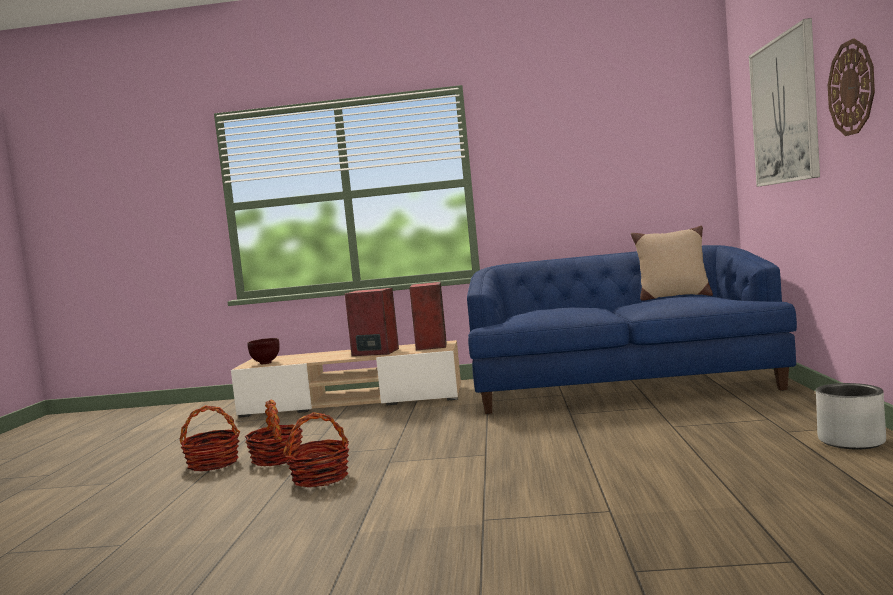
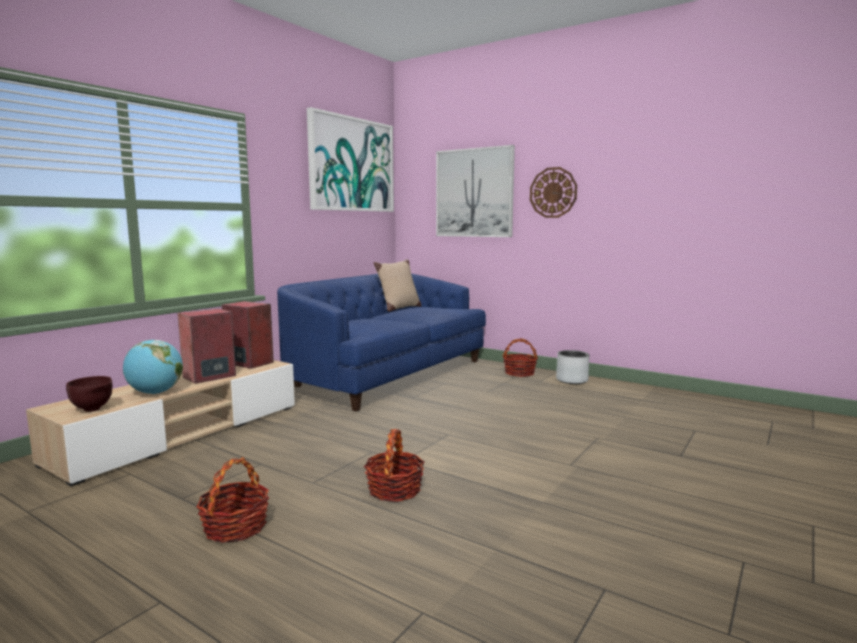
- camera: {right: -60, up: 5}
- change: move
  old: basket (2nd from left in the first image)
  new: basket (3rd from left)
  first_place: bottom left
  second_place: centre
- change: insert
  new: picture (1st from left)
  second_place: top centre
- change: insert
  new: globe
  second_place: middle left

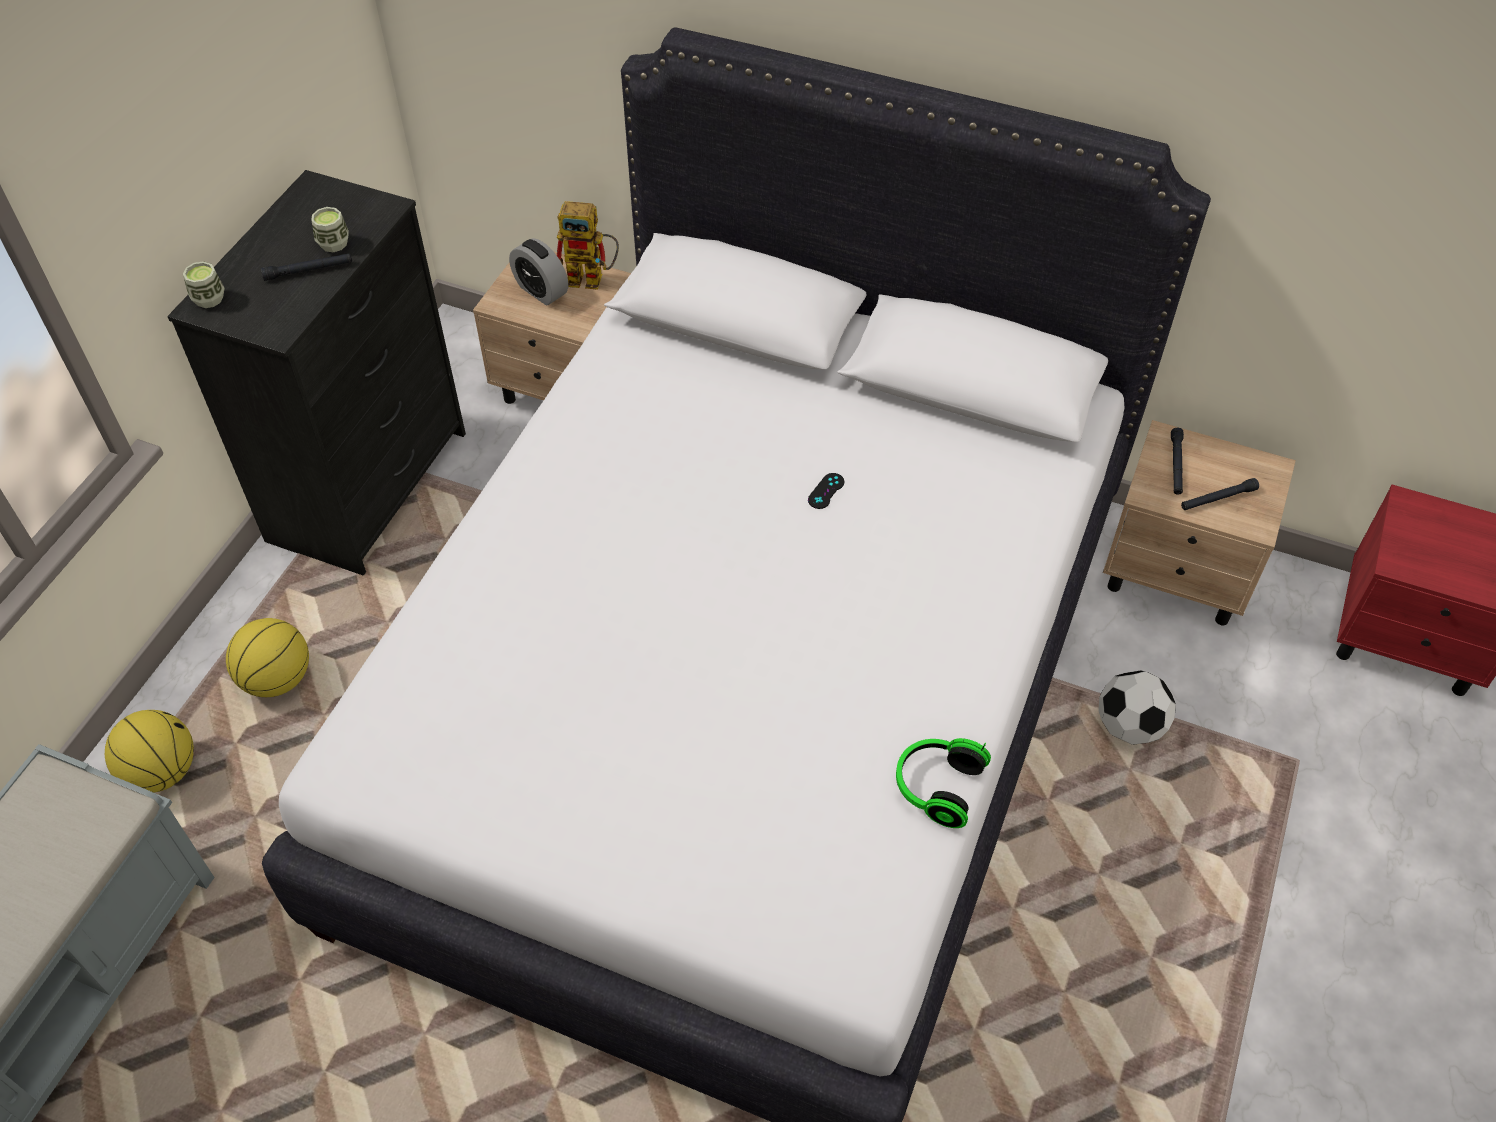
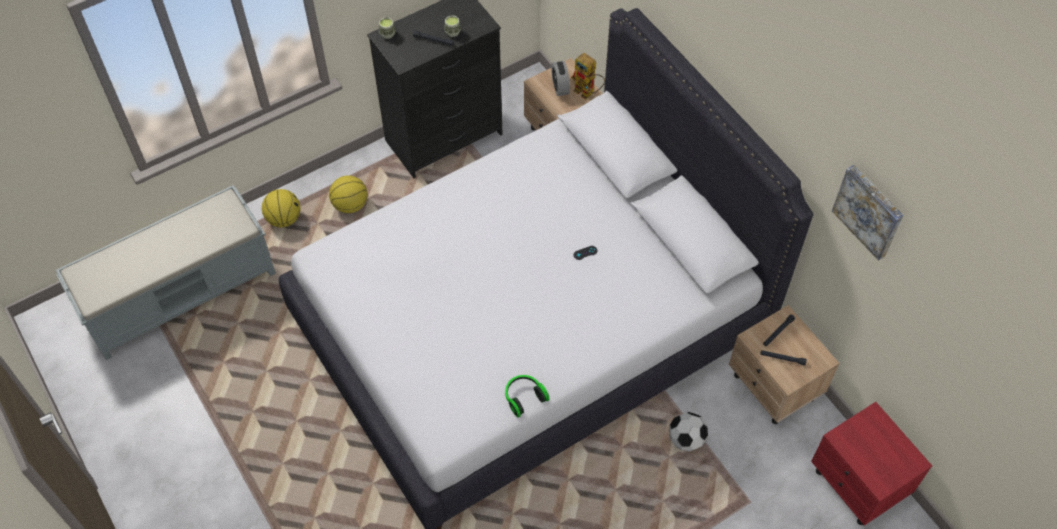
- camera: {right: 35, up: 5}
- change: insert
  new: picture
  second_place: middle right

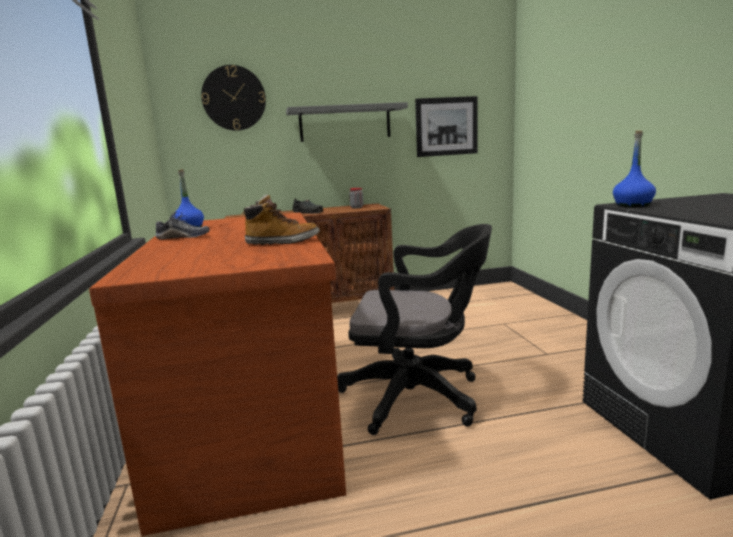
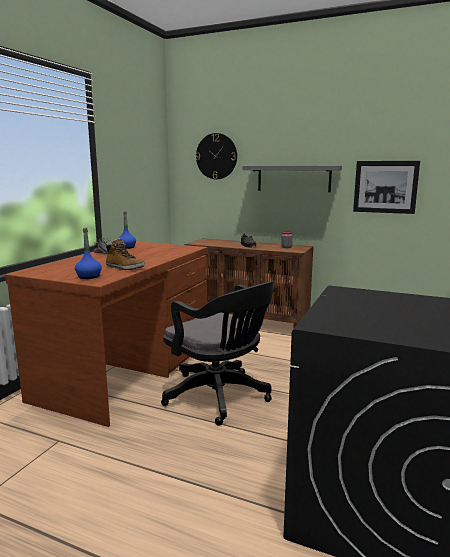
- camera: {right: 35, up: 0}
- change: move
  old: blue bottle (2nd from left in the first image)
  new: blue bottle (1st from left)
  first_place: top right
  second_place: middle left

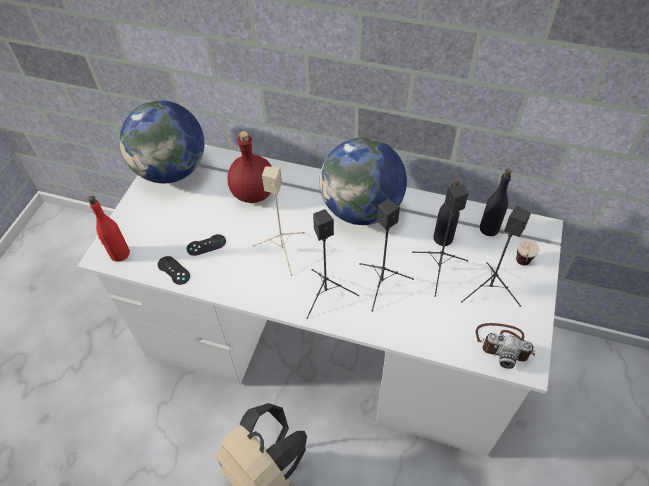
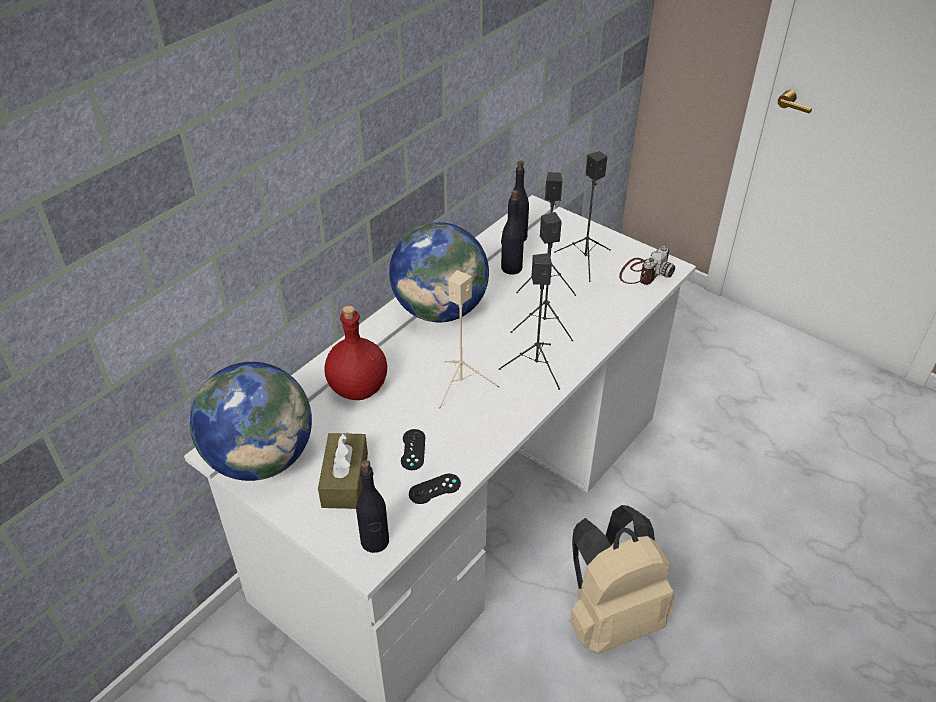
- camera: {right: -70, up: -10}
- change: recolor
  old: red bottle (1st from left)
  new: black bottle (1st from left)
  first_place: middle left
  second_place: bottom centre
- change: delete
  old: cup
  first_place: middle right
- change: insert
  new: brown tissue box
  second_place: bottom centre

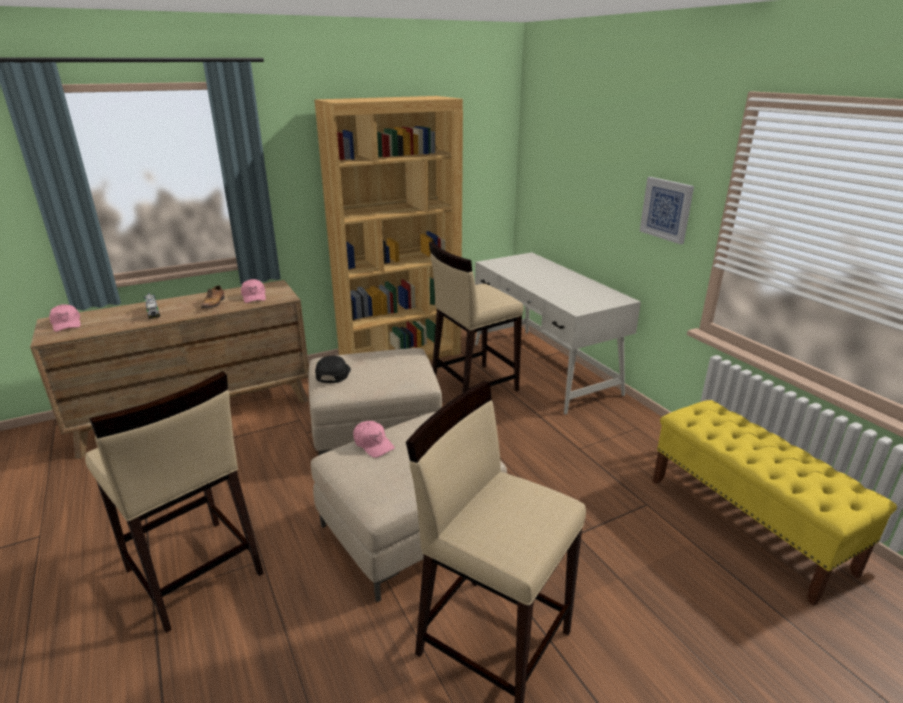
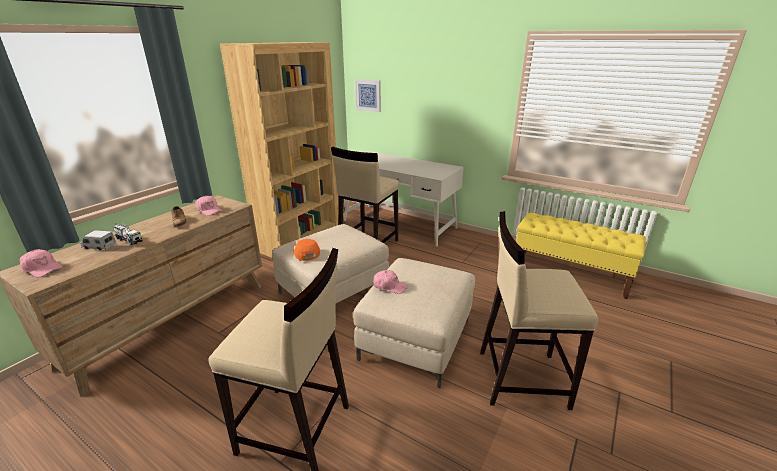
- camera: {right: -30, up: 0}
- change: move
  old: picture
  first_place: top right
  second_place: top centre
- change: recolor
  old: black cap
  new: orange cap
  first_place: centre
  second_place: centre
- change: insert
  new: toy truck (1st from left)
  second_place: middle left

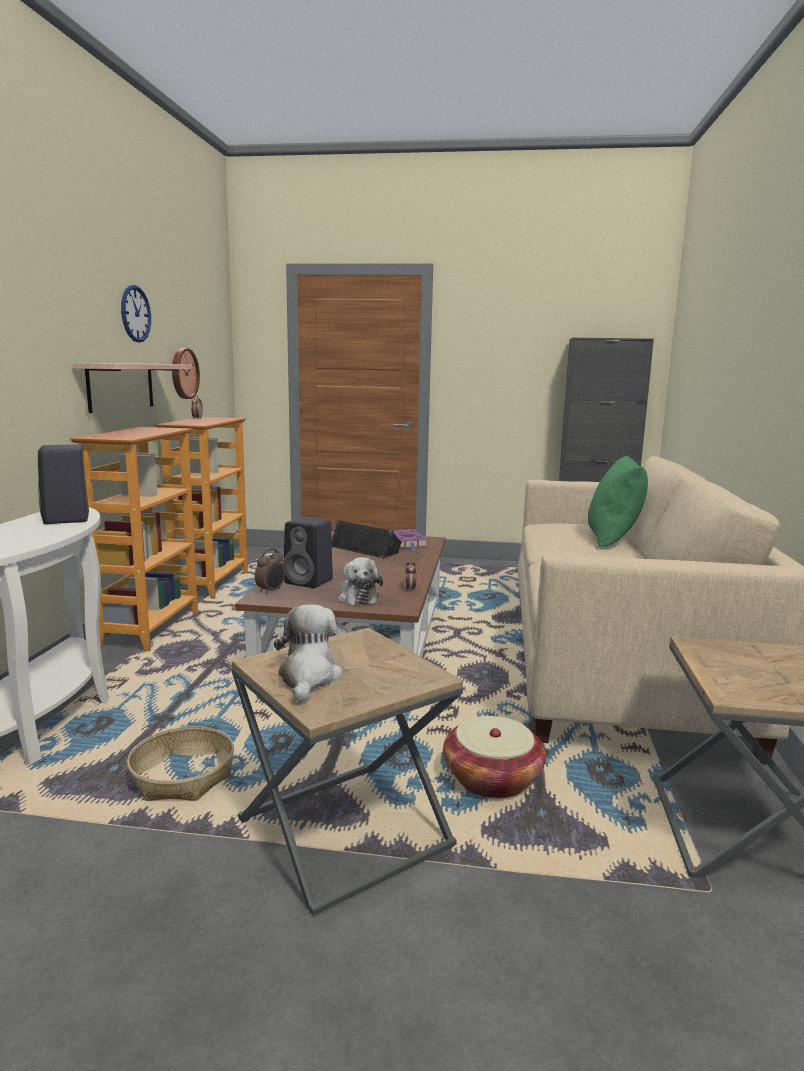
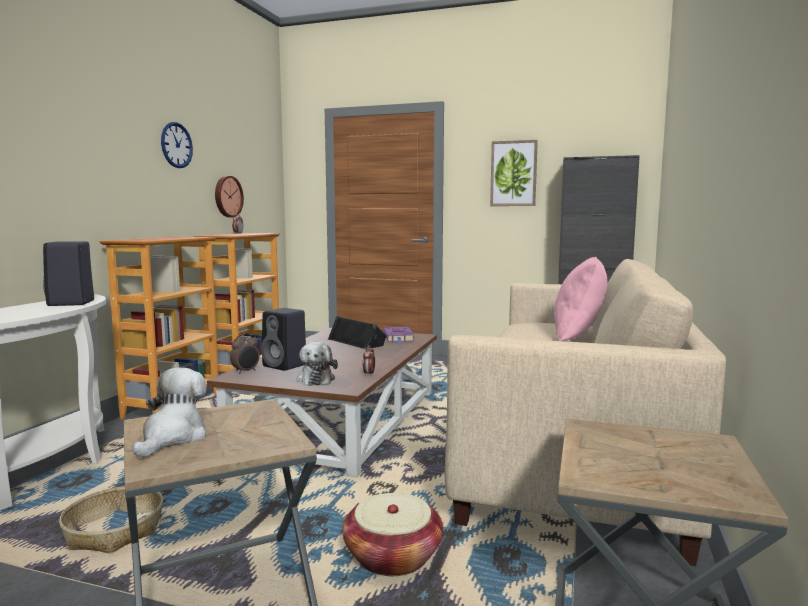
- camera: {right: 10, up: -5}
- change: delete
  old: shelf
  first_place: middle left
- change: recolor
  old: green pillow
  new: pink pillow
  first_place: middle right
  second_place: middle right
- change: insert
  new: picture
  second_place: top centre

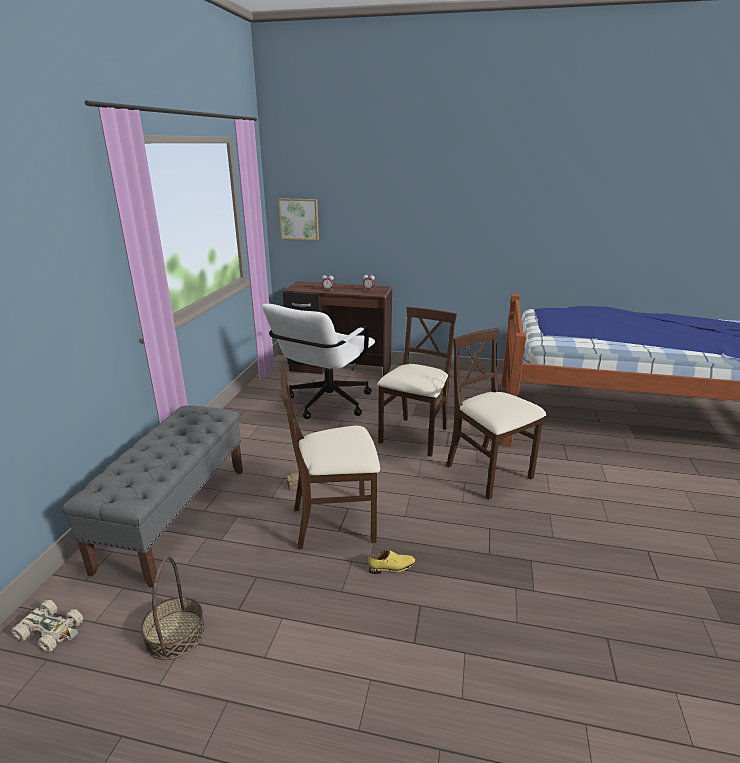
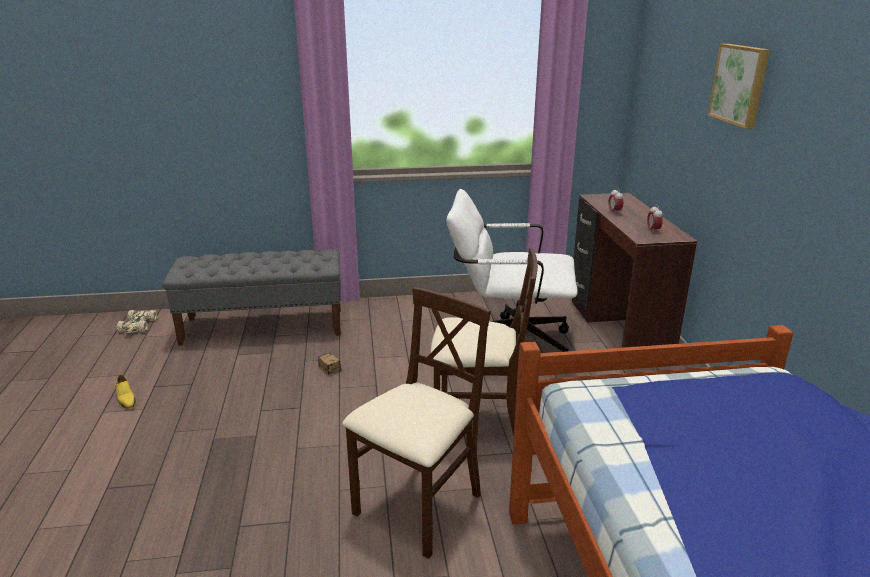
- camera: {right: 70, up: 0}
- change: move
  old: picture
  first_place: top centre
  second_place: top right
- change: delete
  old: beige chair (1st from left)
  first_place: centre
- change: move
  old: yellow shoe
  first_place: bottom centre
  second_place: bottom left
- change: delete
  old: basket
  first_place: bottom left

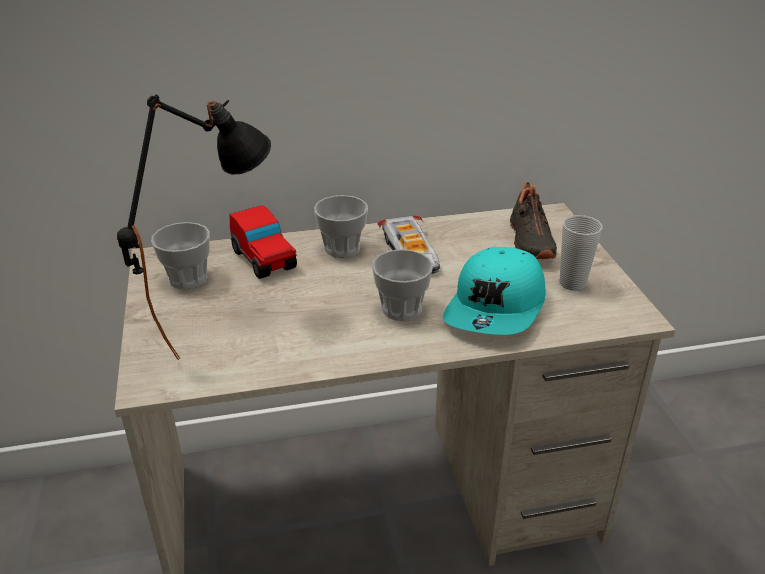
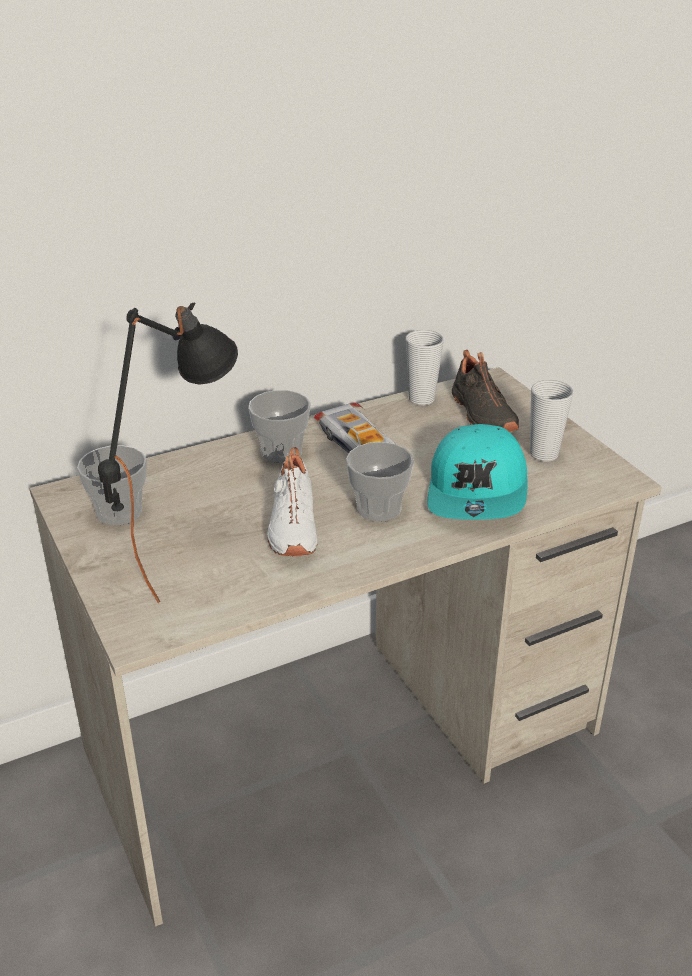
- camera: {right: -15, up: 0}
- change: delete
  old: toy car (1st from left)
  first_place: centre
- change: insert
  new: cup (4th from left)
  second_place: centre
- change: insert
  new: white shoe
  second_place: centre

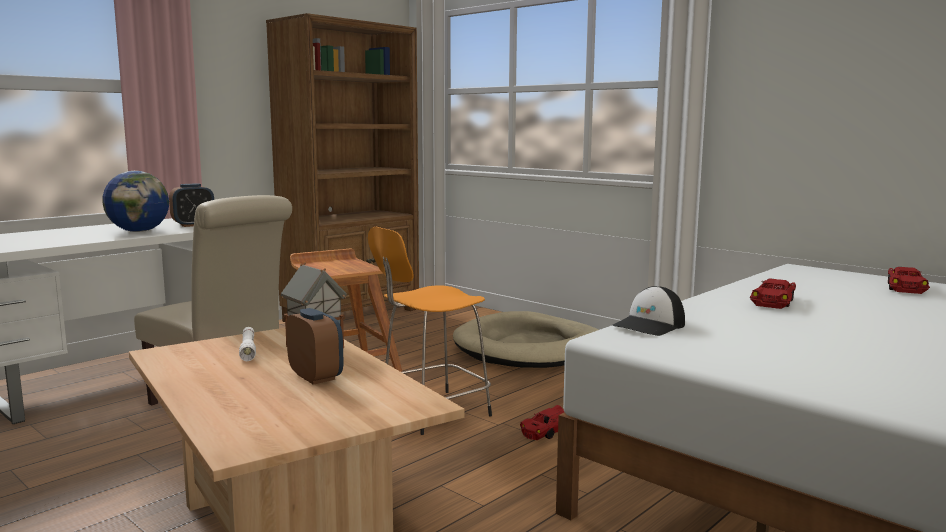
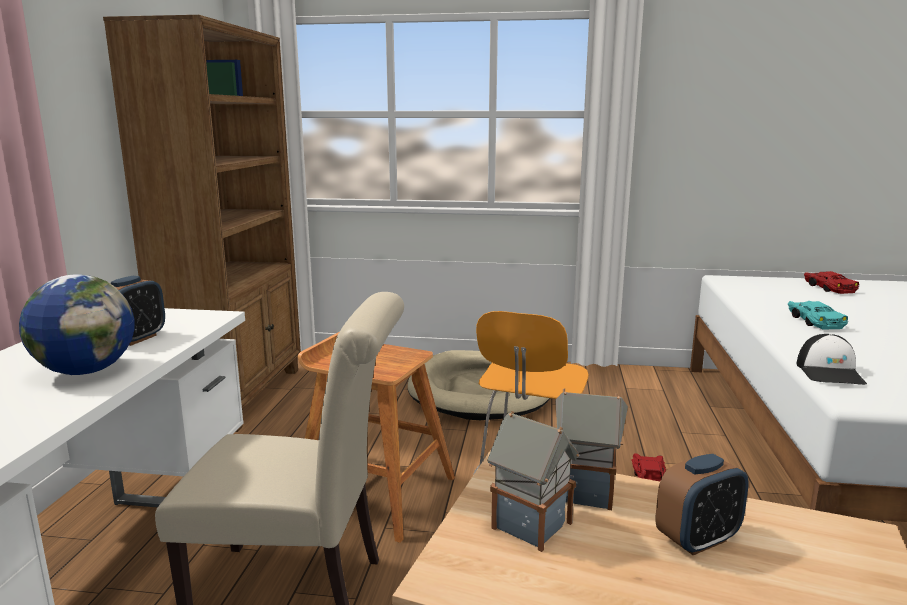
- camera: {right: -35, up: 5}
- change: recolor
  old: red toy car (2nd from left)
  new: turquoise toy car
  first_place: middle right
  second_place: middle right
- change: rotate
  old: alarm clock (2nd from left)
  first_place: middle left
  second_place: bottom right
  degrees: 135
- change: replace
  old: white flashlight
  new: toy house (1st from left)
  first_place: middle left
  second_place: bottom centre

